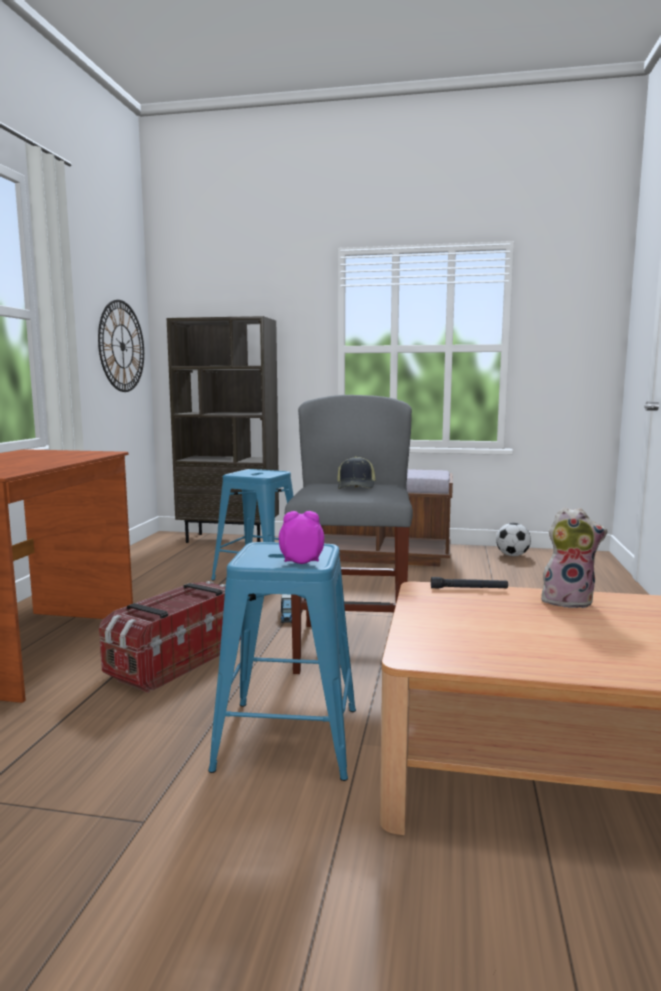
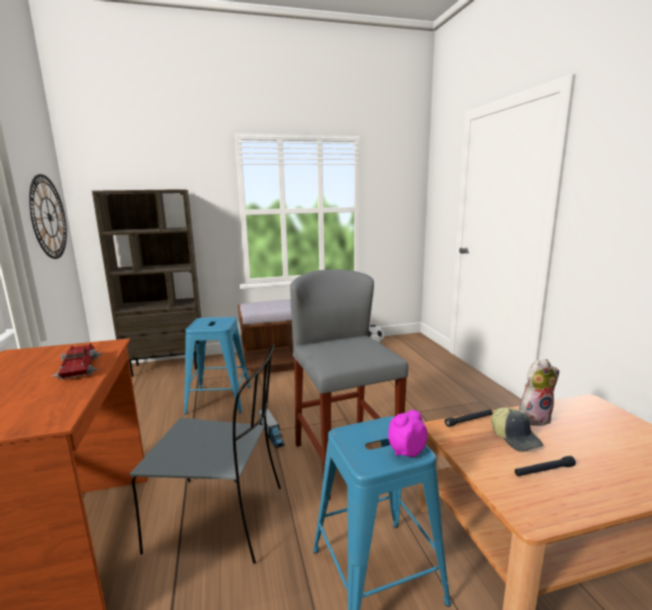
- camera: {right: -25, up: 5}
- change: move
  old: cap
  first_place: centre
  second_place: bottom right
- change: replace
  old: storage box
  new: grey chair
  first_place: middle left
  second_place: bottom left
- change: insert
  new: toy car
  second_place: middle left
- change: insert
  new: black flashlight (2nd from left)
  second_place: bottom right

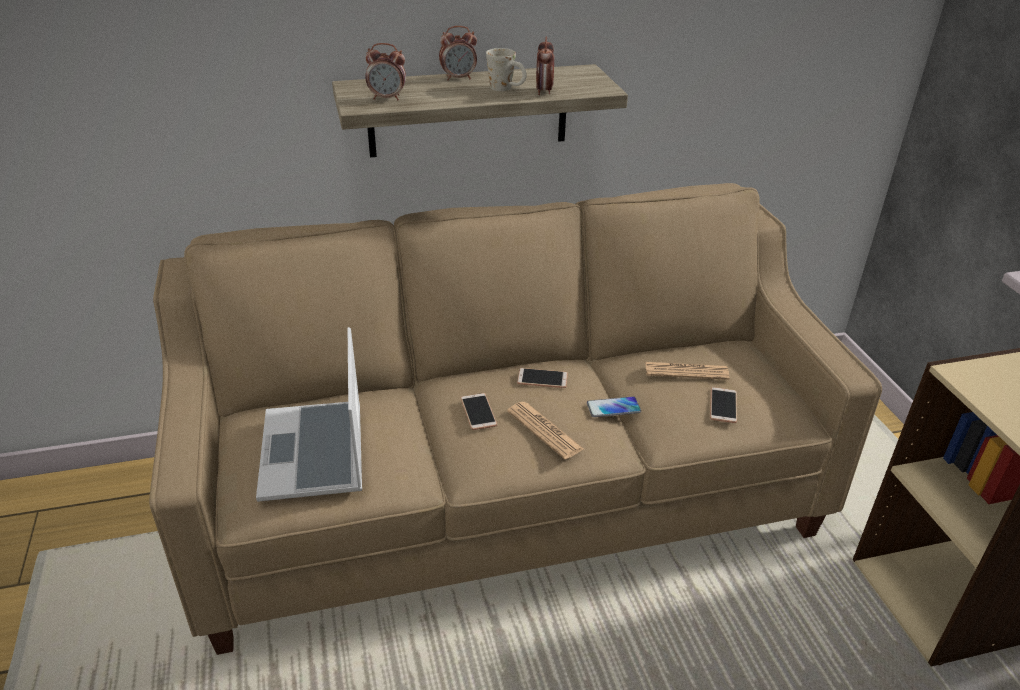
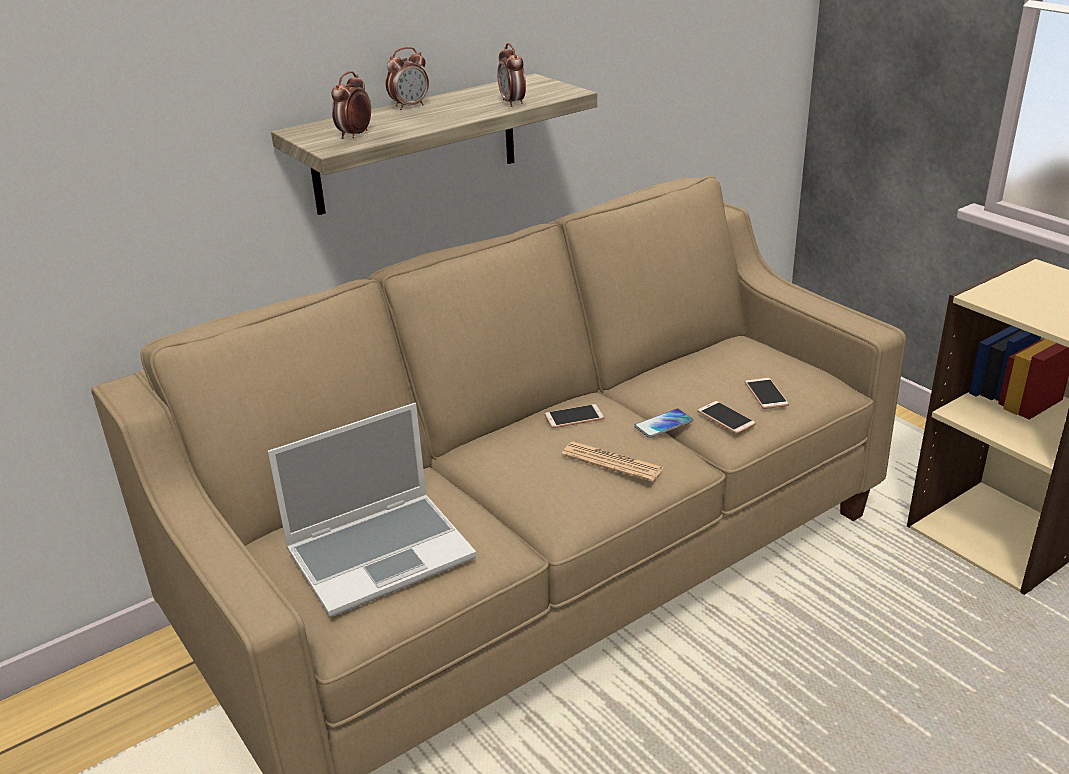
- camera: {right: -20, up: -5}
- change: rotate
  old: alarm clock (1st from left)
  first_place: top centre
  second_place: top left
  degrees: 135
- change: delete
  old: white mug
  first_place: top centre
- change: rotate
  old: laptop
  first_place: middle left
  second_place: centre
  degrees: -90
- change: delete
  old: newspaper (2nd from left)
  first_place: middle right
- change: move
  old: phone (1st from left in the first image)
  new: phone (3rd from left)
  first_place: centre
  second_place: middle right

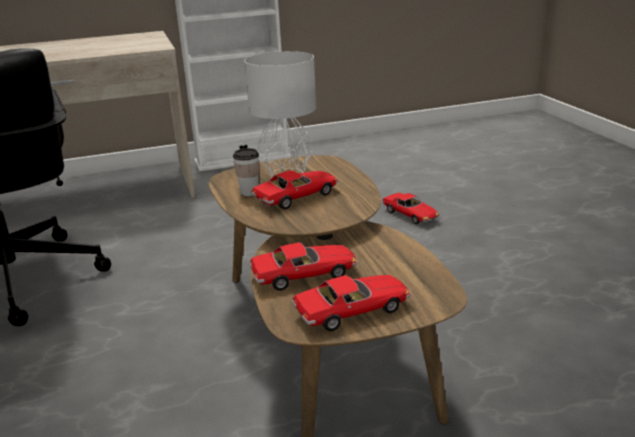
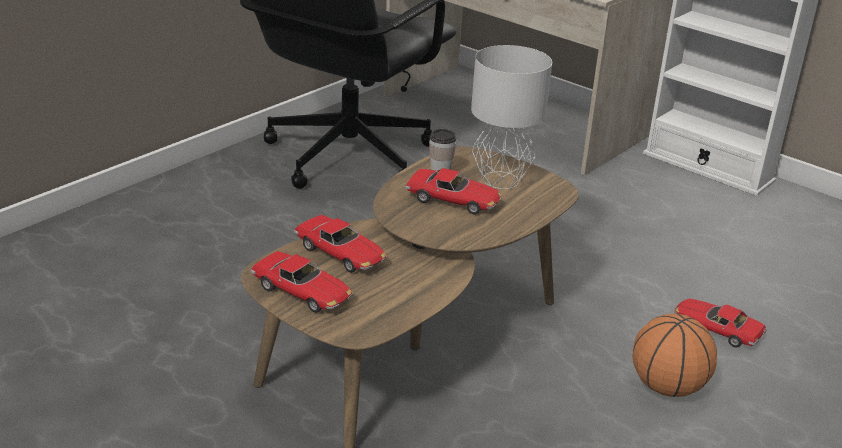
- camera: {right: 55, up: 5}
- change: rotate
  old: toy car (4th from left)
  first_place: centre
  second_place: bottom right
  degrees: 105
- change: insert
  new: basketball
  second_place: bottom right

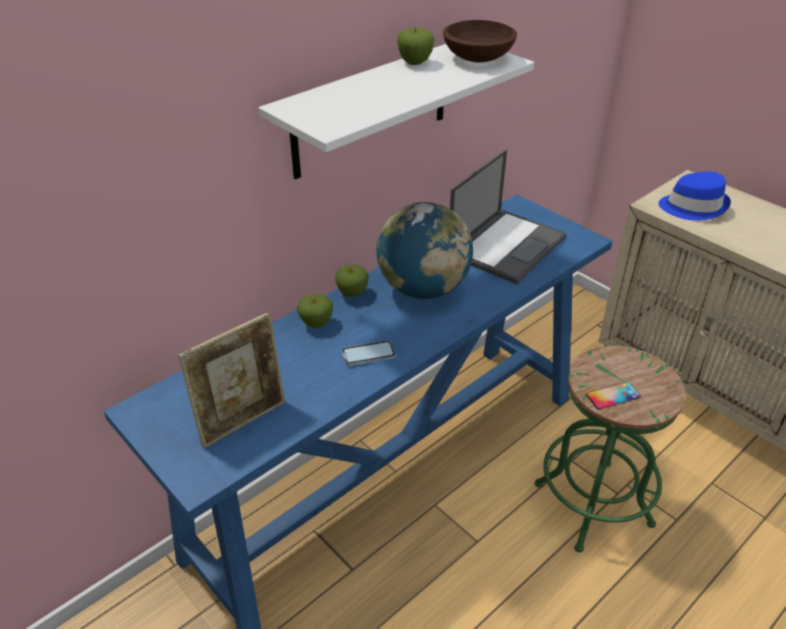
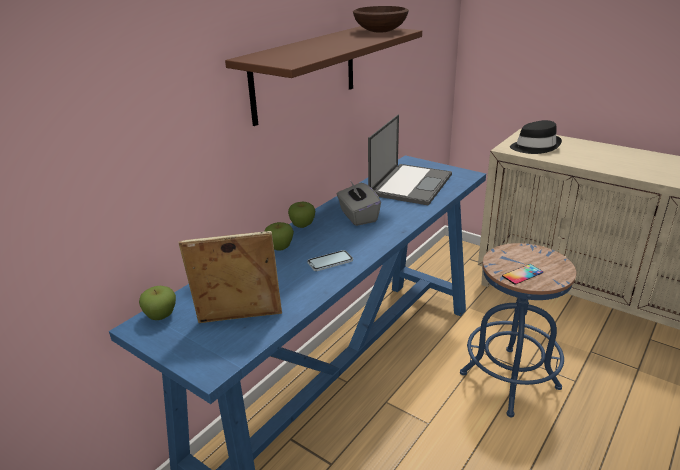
- camera: {right: -10, up: -10}
- change: move
  old: apple (3rd from left in the first image)
  new: apple (1st from left)
  first_place: top centre
  second_place: middle left
- change: recolor
  old: white shelf
  new: brown shelf
  first_place: top centre
  second_place: top centre
- change: recolor
  old: blue hat
  new: black hat
  first_place: top right
  second_place: top right
- change: replace
  old: globe
  new: grey tissue box
  first_place: centre
  second_place: centre
- change: rotate
  old: picture frame
  first_place: middle left
  second_place: centre
  degrees: -135
- change: recolor
  old: green stool
  new: blue stool
  first_place: bottom right
  second_place: bottom right

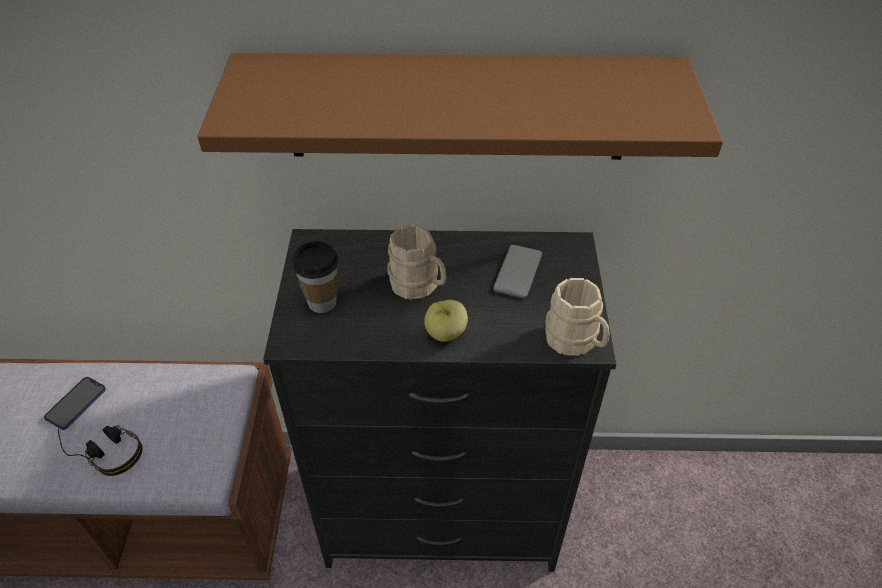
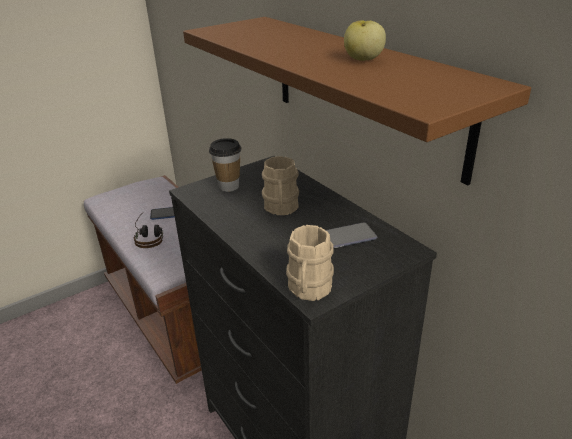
- camera: {right: 55, up: -15}
- change: move
  old: apple
  first_place: centre
  second_place: top centre

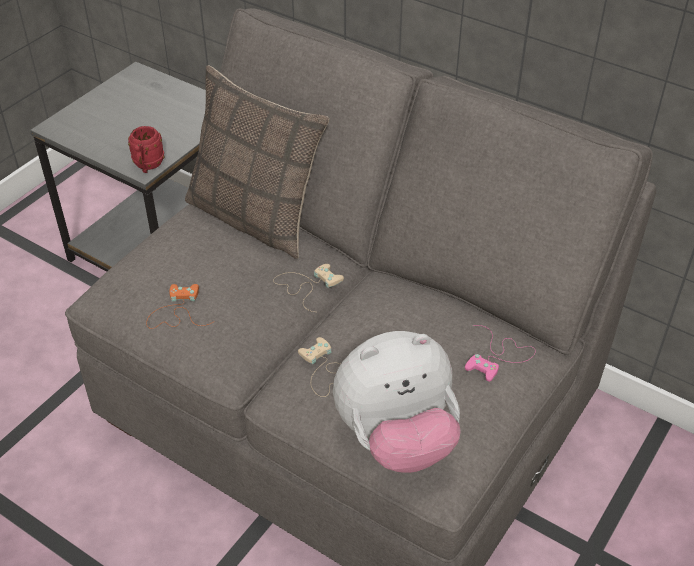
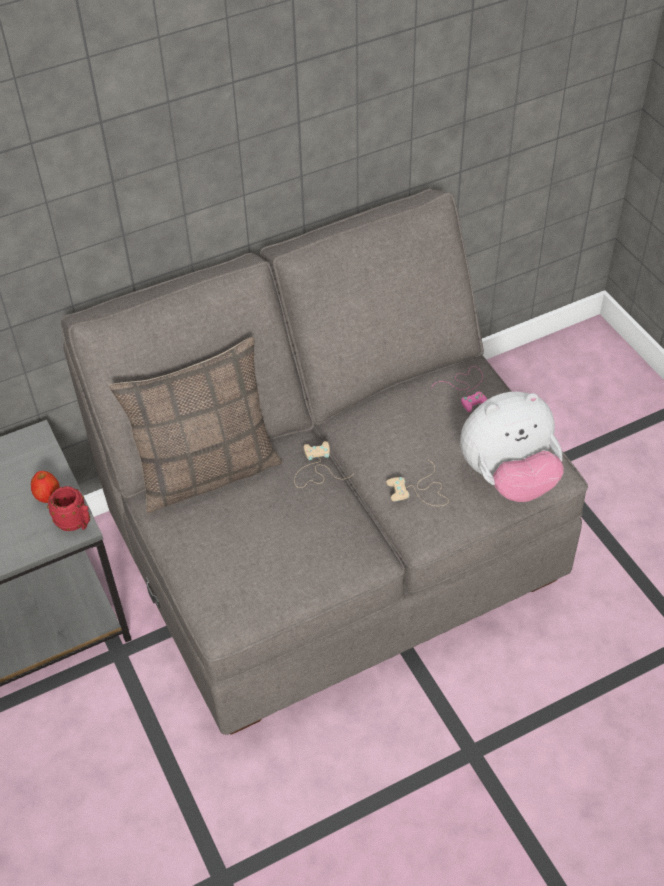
- camera: {right: -60, up: 5}
- change: delete
  old: orange game controller
  first_place: middle left
- change: rotate
  old: plush toy
  first_place: bottom centre
  second_place: middle right
  degrees: 60
- change: insert
  new: apple
  second_place: middle left

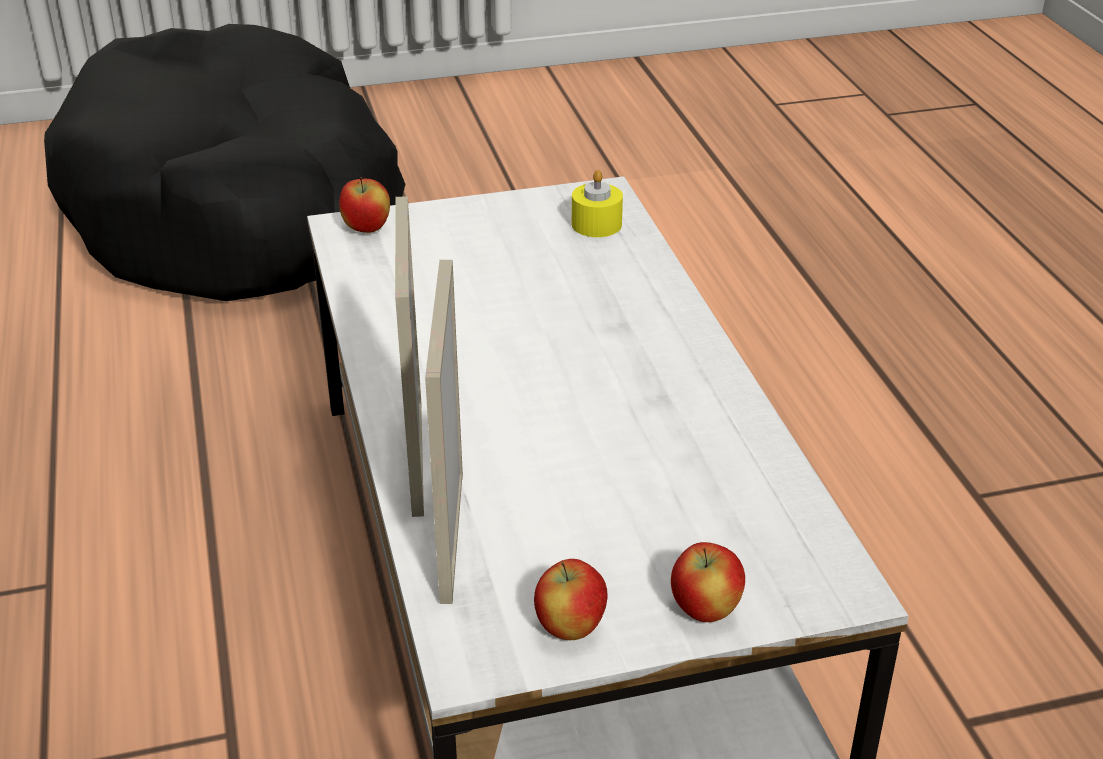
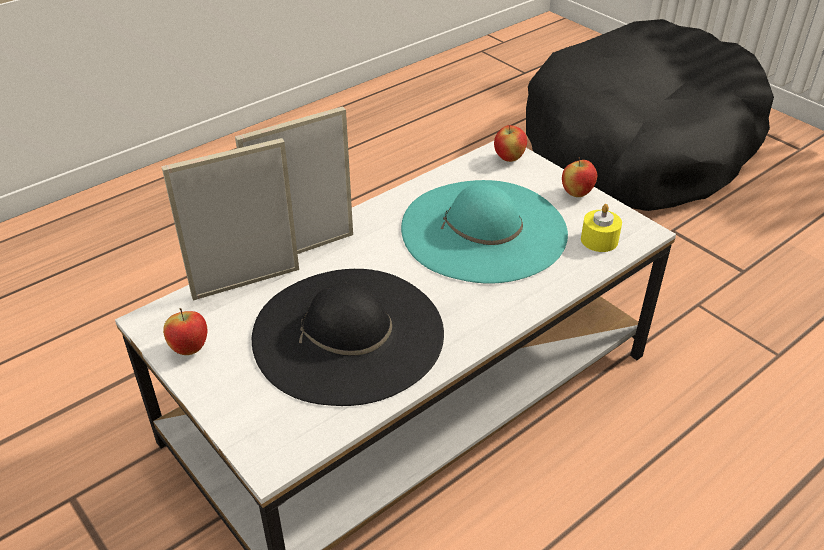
- camera: {right: 65, up: 5}
- change: move
  old: apple (3rd from left)
  first_place: bottom centre
  second_place: top right
- change: insert
  new: turquoise hat
  second_place: centre
- change: insert
  new: black hat
  second_place: centre

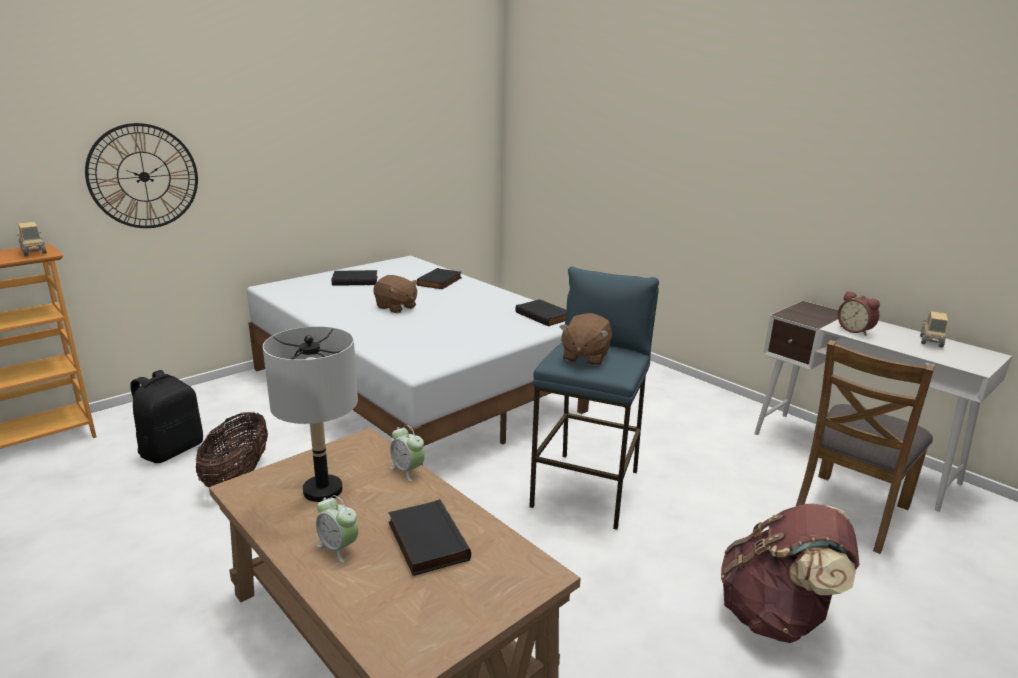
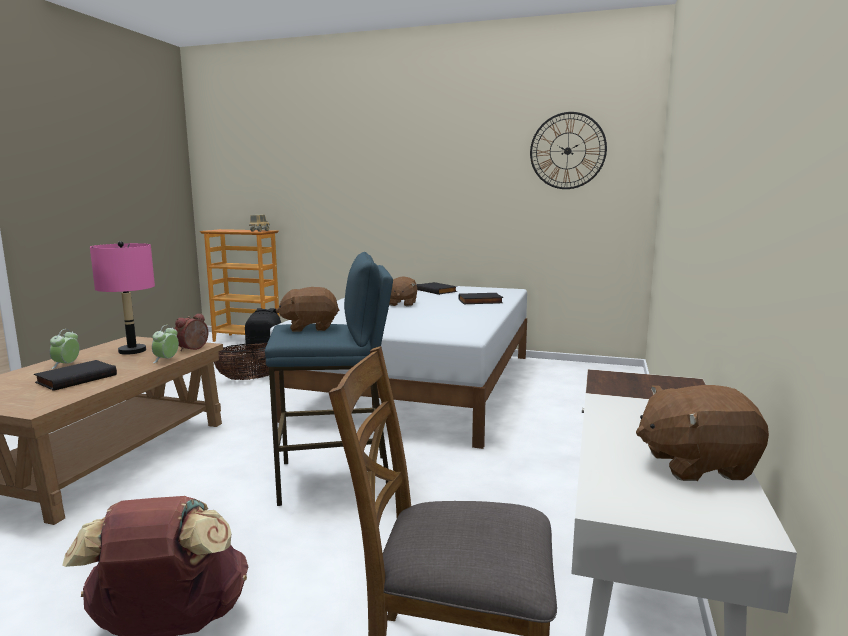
- camera: {right: 60, up: -10}
- change: move
  old: wall clock
  first_place: top left
  second_place: top right
- change: move
  old: alarm clock (3rd from left)
  first_place: middle right
  second_place: middle left
- change: delete
  old: black book (4th from left)
  first_place: centre
- change: replace
  old: toy truck (2nd from left)
  new: brown plush toy (3rd from left)
  first_place: middle right
  second_place: bottom right
- change: recolor
  old: grey table lamp
  new: pink table lamp
  first_place: middle left
  second_place: middle left

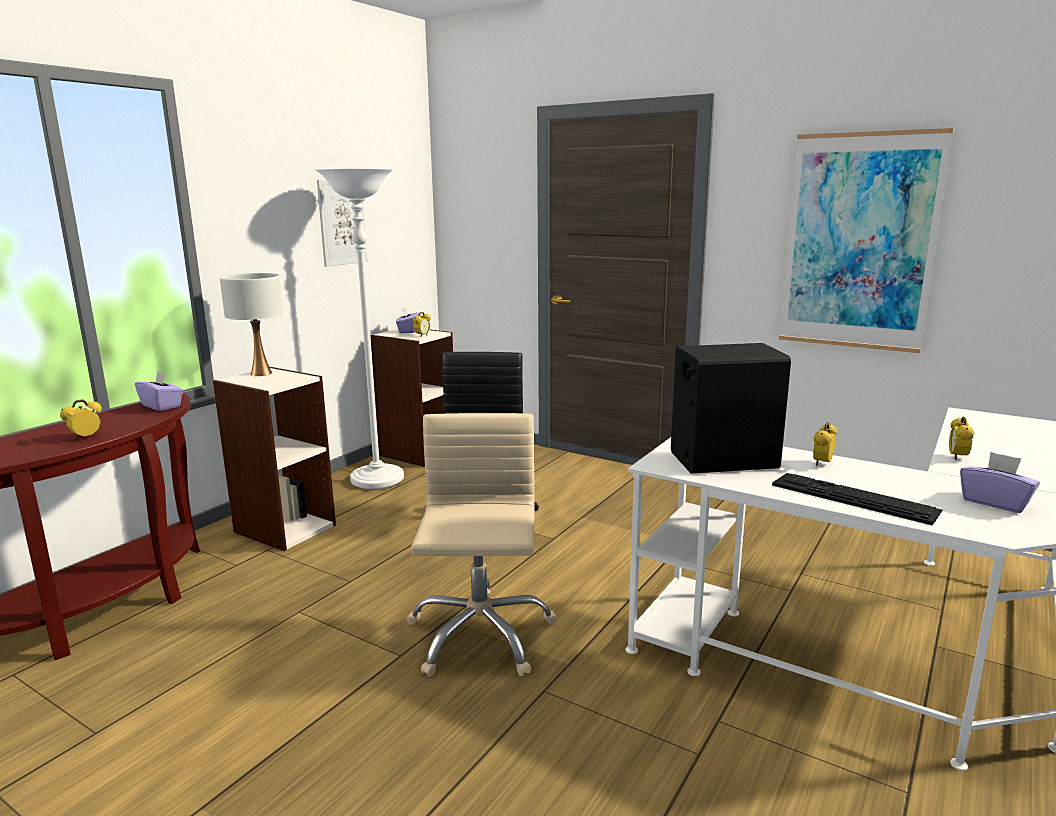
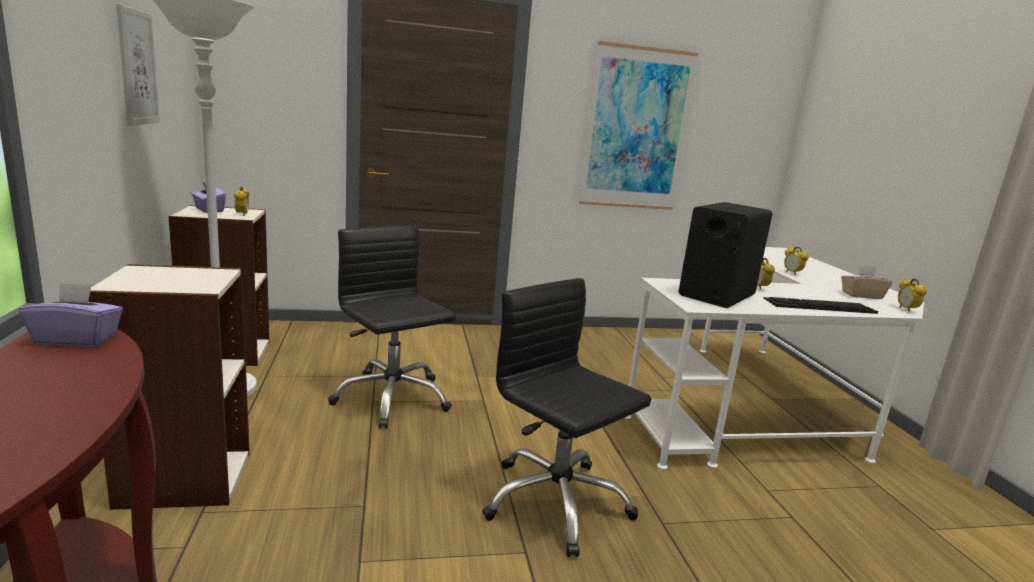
- camera: {right: -45, up: 0}
- change: delete
  old: white table lamp
  first_place: middle left
- change: move
  old: alarm clock (1st from left in the first image)
  new: alarm clock (4th from left)
  first_place: middle left
  second_place: middle right
- change: recolor
  old: beige office chair
  new: black office chair (2nd from left)
  first_place: bottom centre
  second_place: bottom centre
- change: recolor
  old: purple tissue box (3rd from left)
  new: beige tissue box
  first_place: middle right
  second_place: middle right

